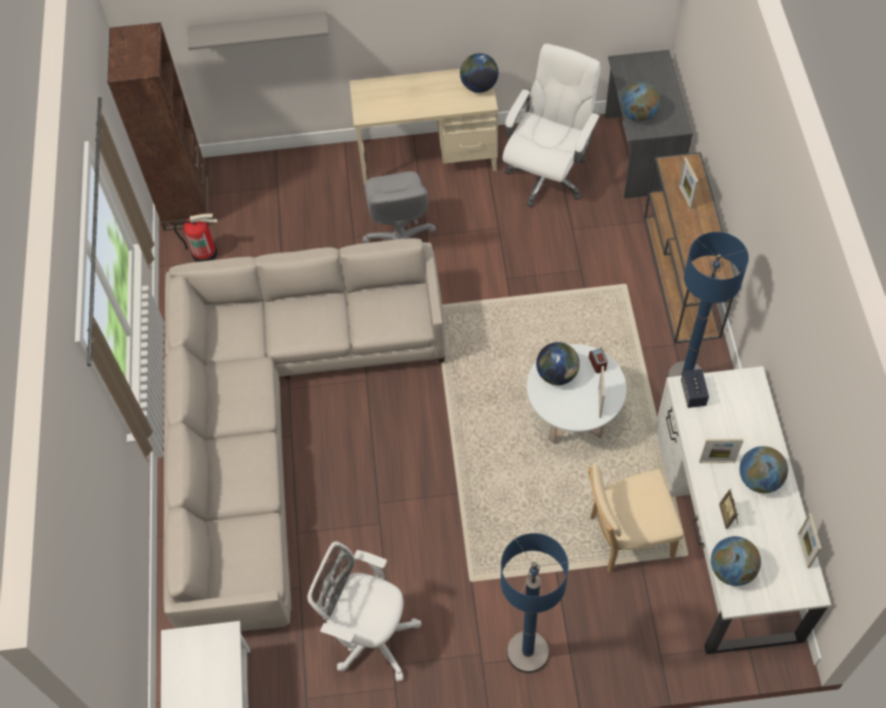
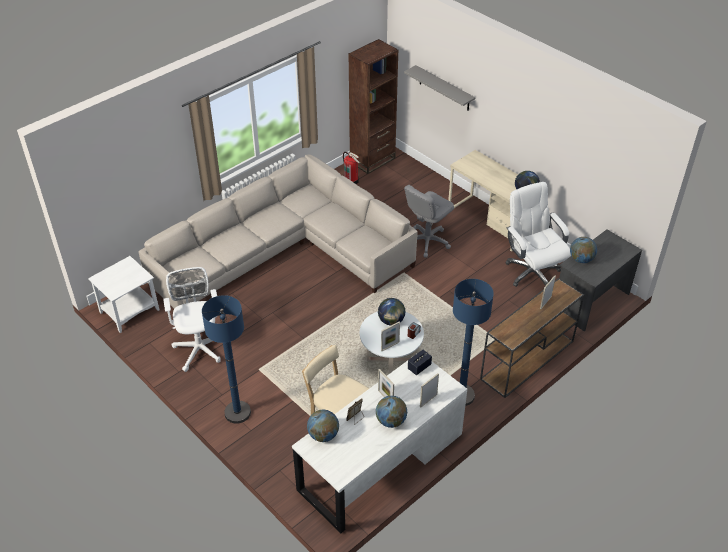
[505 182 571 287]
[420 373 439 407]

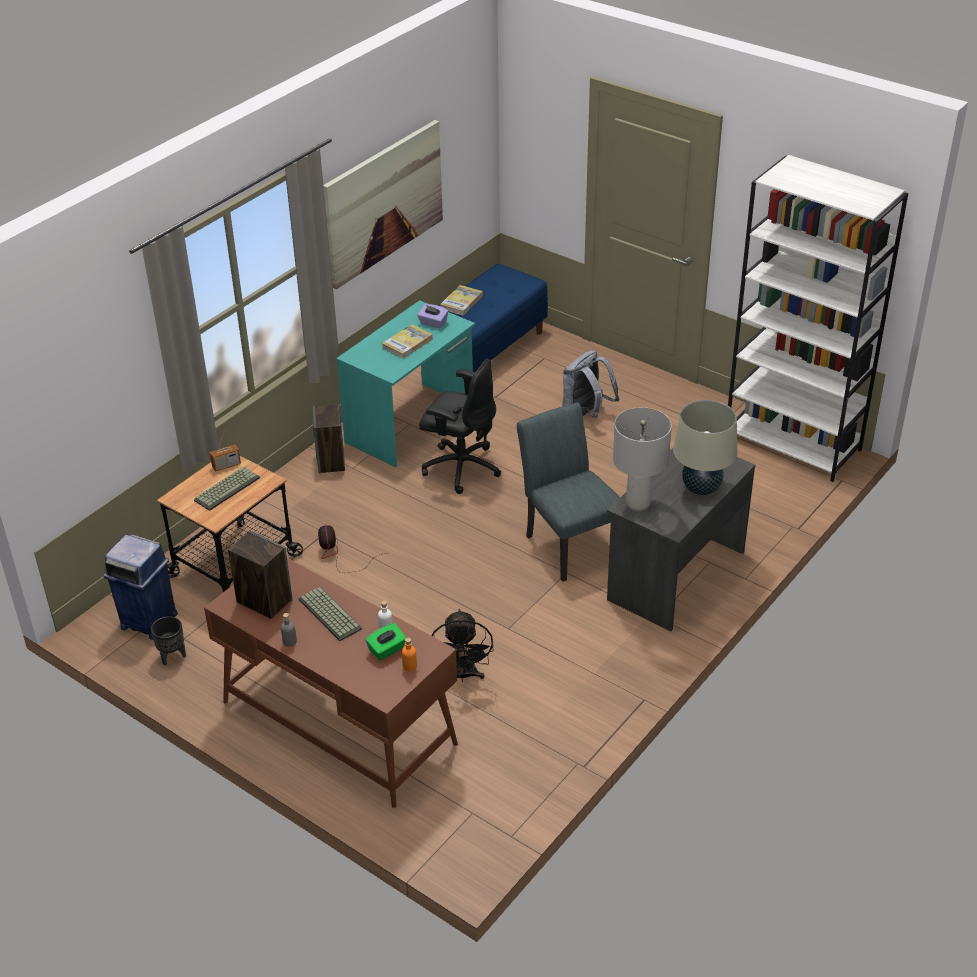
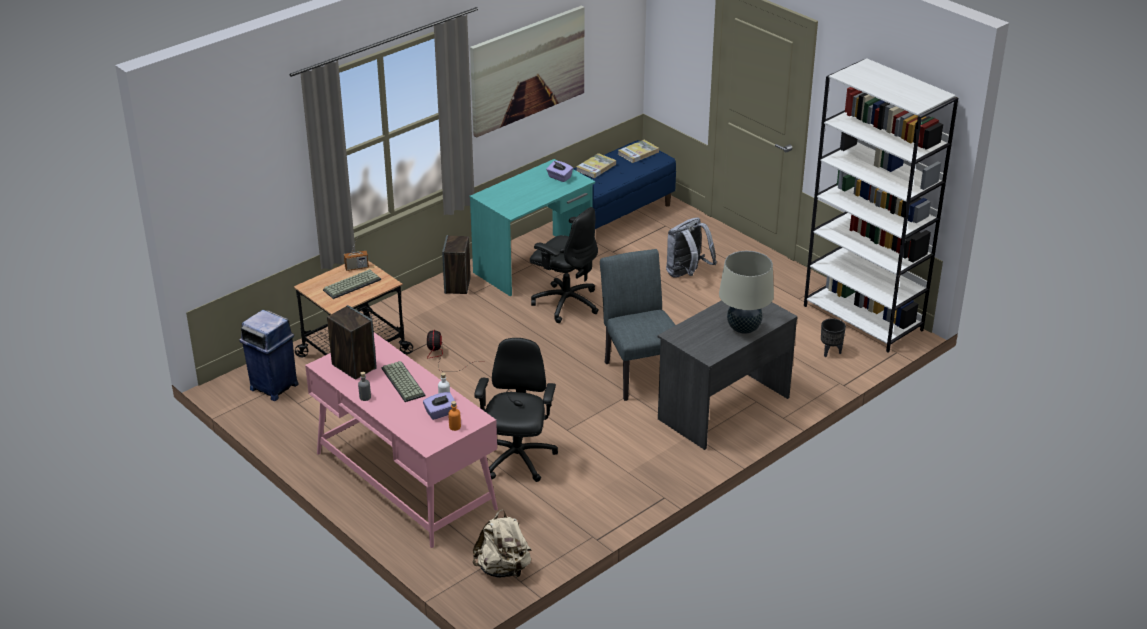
[821 319 846 357]
[305 332 498 548]
[423 392 457 420]
[618 140 659 163]
[474 338 558 482]
[613 407 672 511] (first image)
[473 509 532 578]

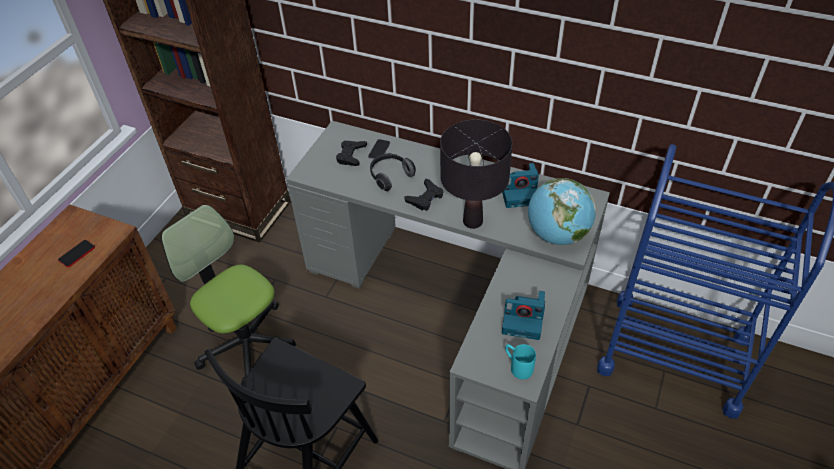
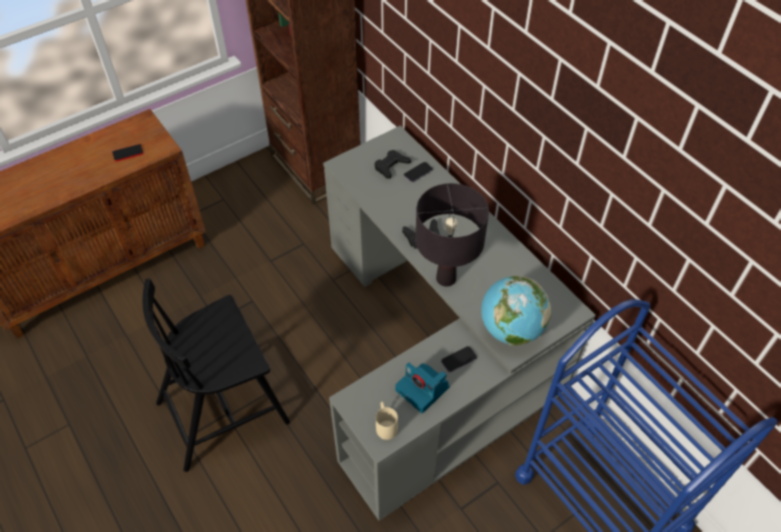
[161 205 296 385] (first image)
[370 153 416 191] (first image)
[502 163 539 208] (first image)
[376 401 398 440]
[441 346 477 372]

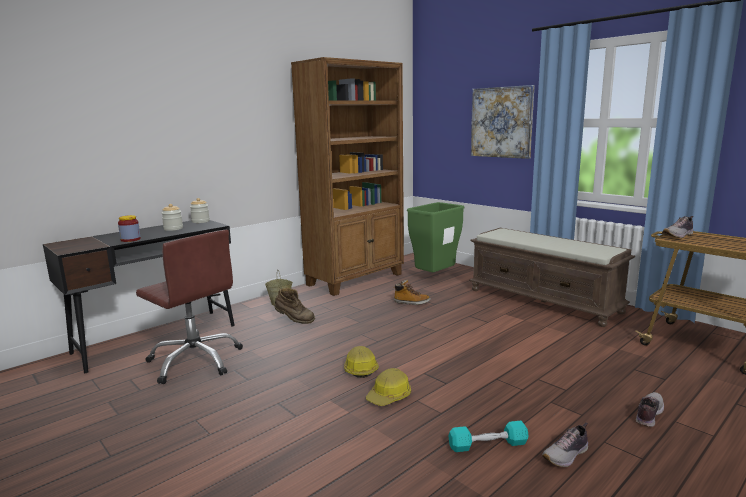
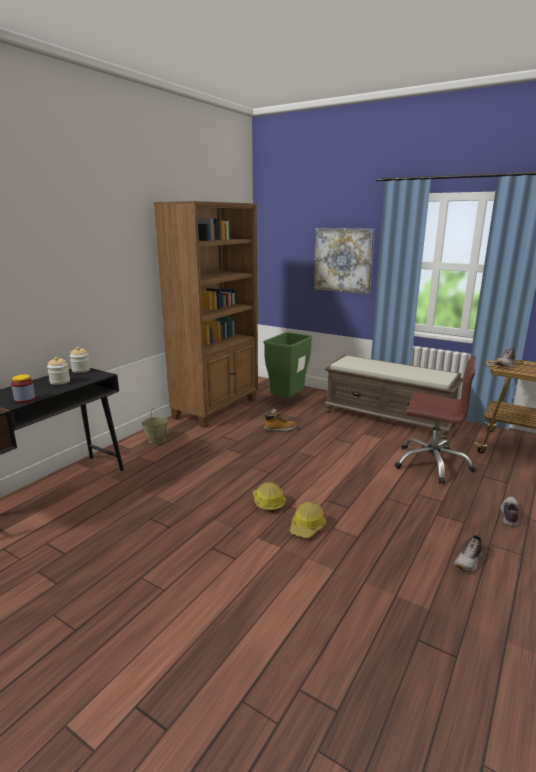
[394 356 476 484]
[275 288 315 324] (first image)
[448 421 529 452] (first image)

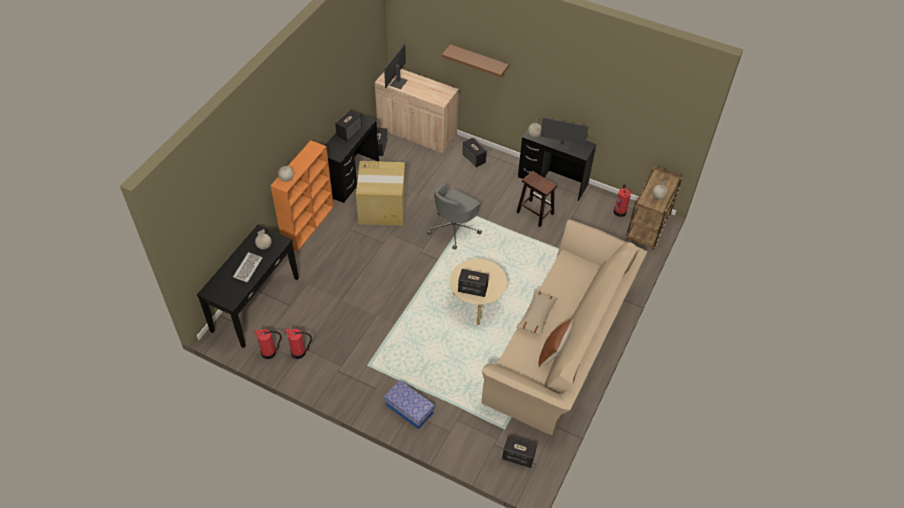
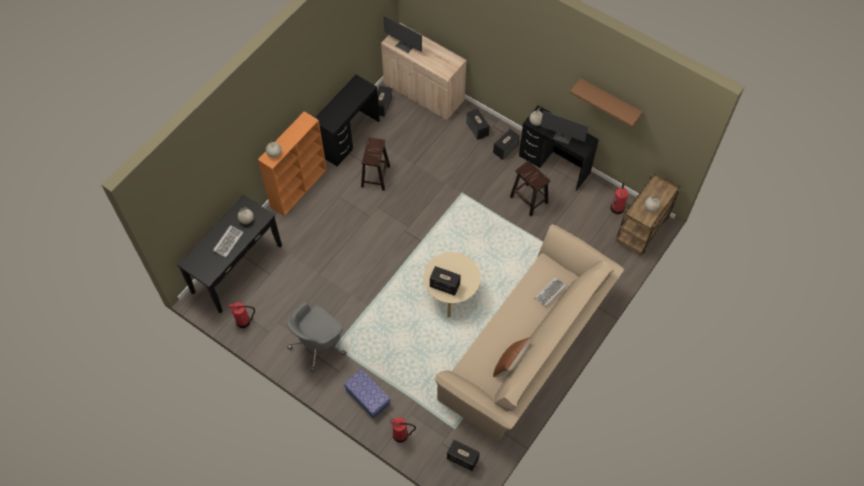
[391 417 416 443]
[493 129 520 160]
[361 137 390 191]
[384 16 422 53]
[286 302 347 373]
[570 78 643 127]
[516 289 558 337] (first image)
[535 277 567 307]

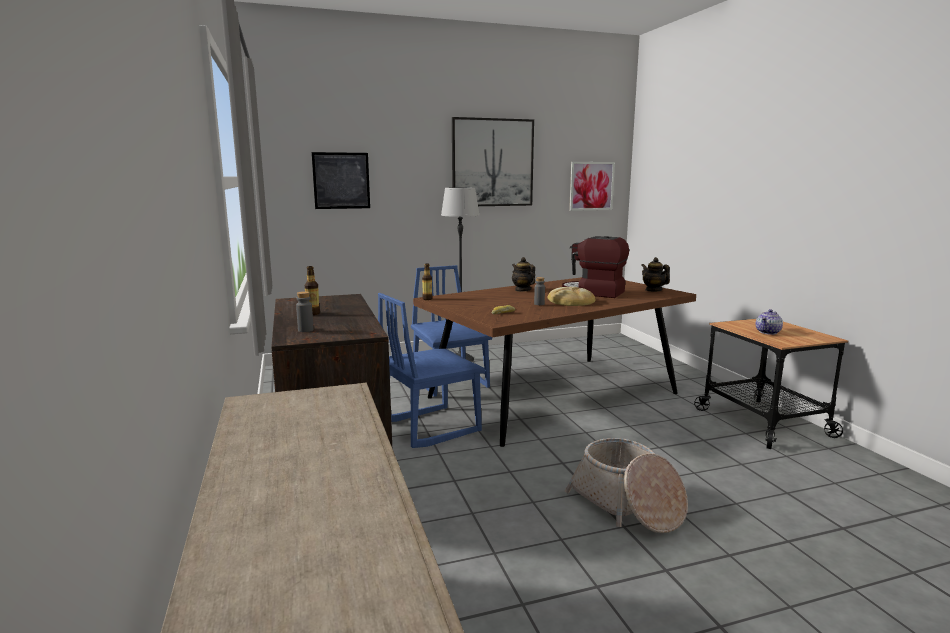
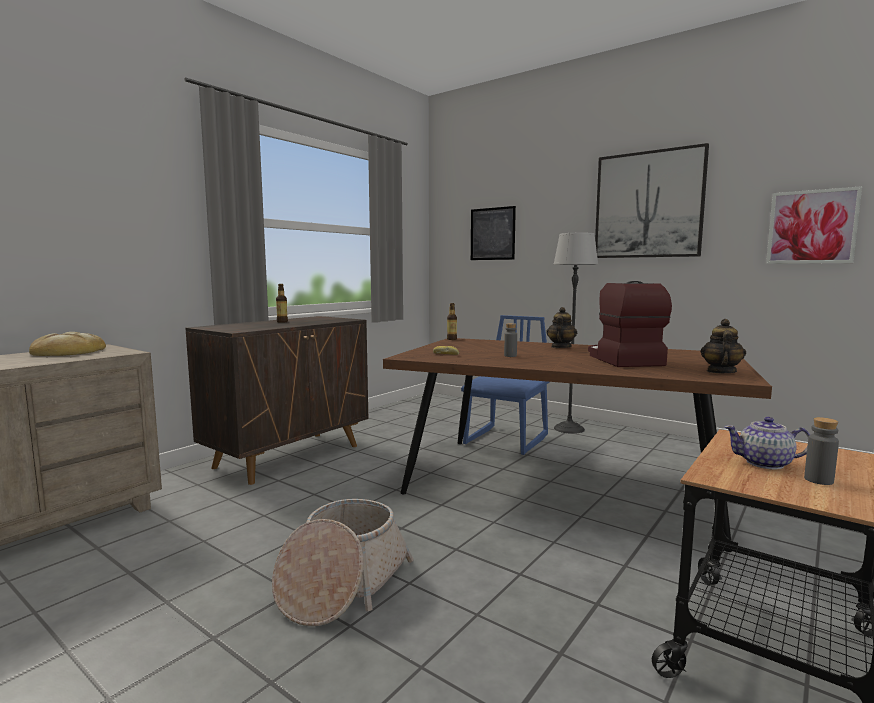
[804 417 839 485]
[378 293 485 448] (first image)
[29 332 106 356]

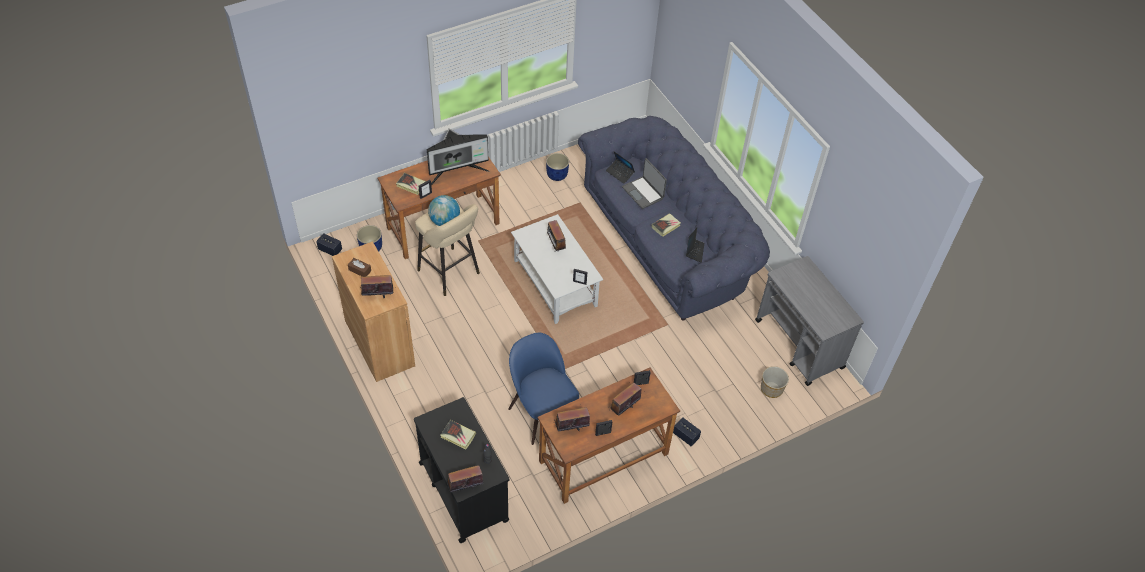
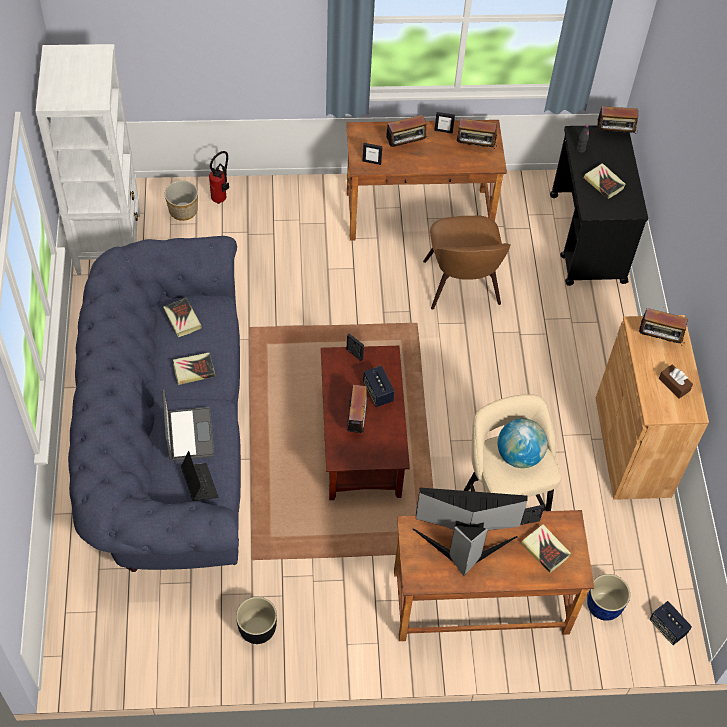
[423 216 511 310]
[321 346 410 500]
[236 597 277 644]
[363 366 395 407]
[164 298 202 337]
[36 44 140 275]
[209 151 229 204]

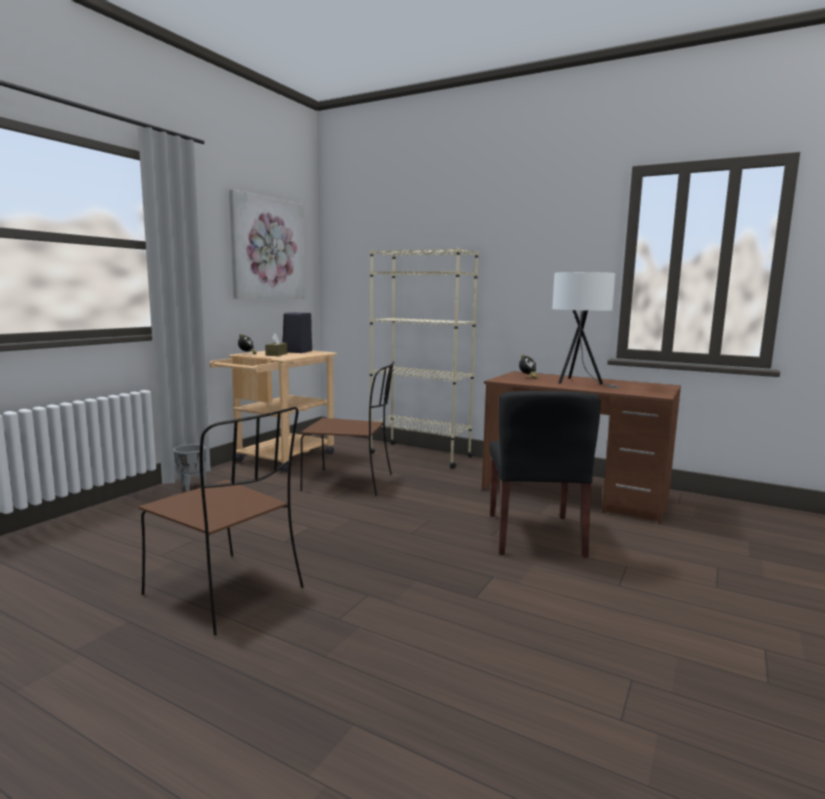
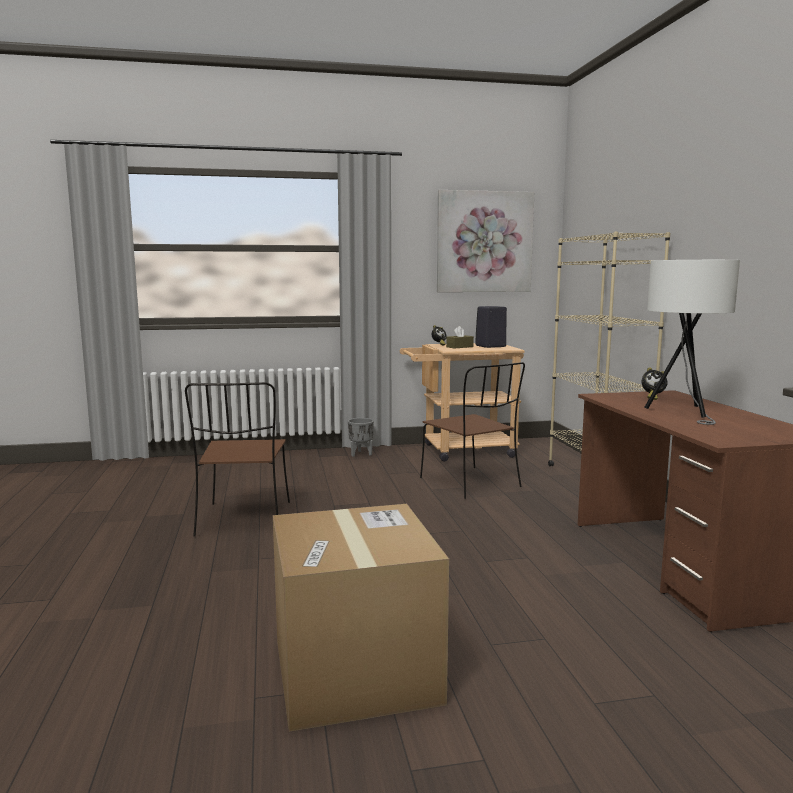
[490 391 601 558] (first image)
[273 504 449 732]

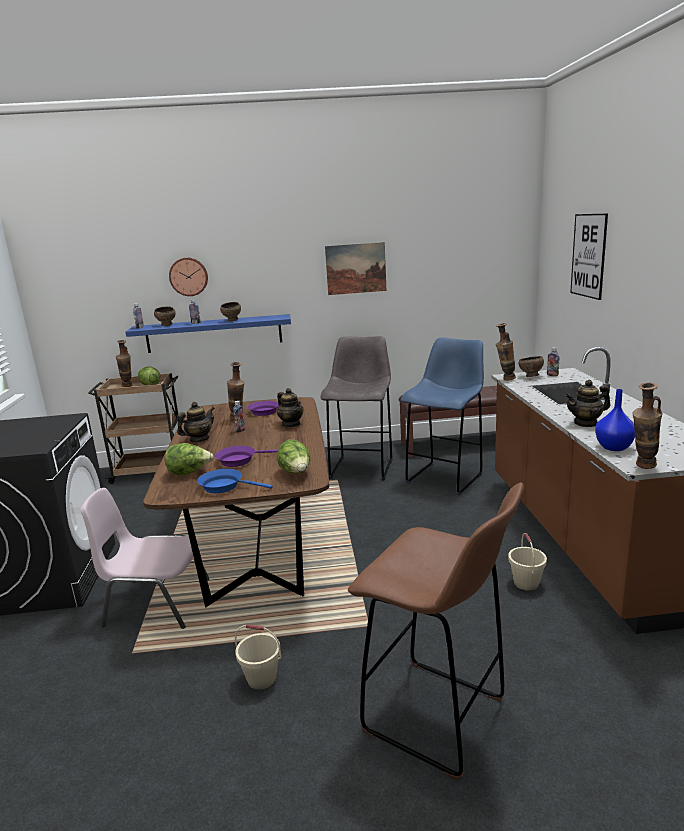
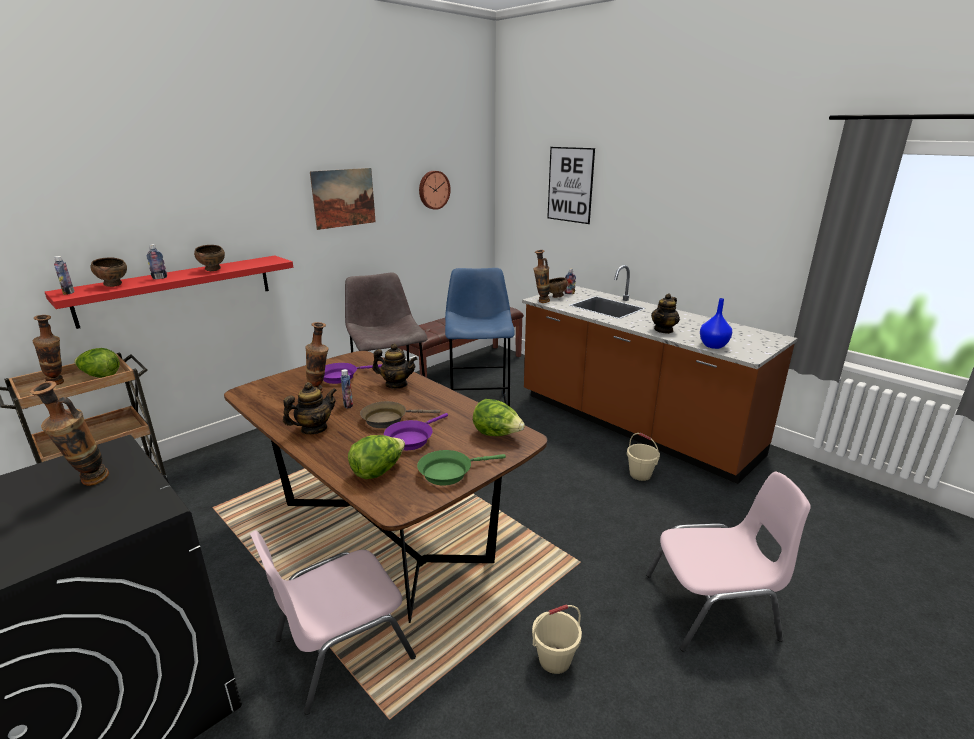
[45 256 293 329]
[419 171 451 210]
[283 382 337 434]
[417 450 506 485]
[646 472 811 652]
[30 381 109 486]
[360 401 440 428]

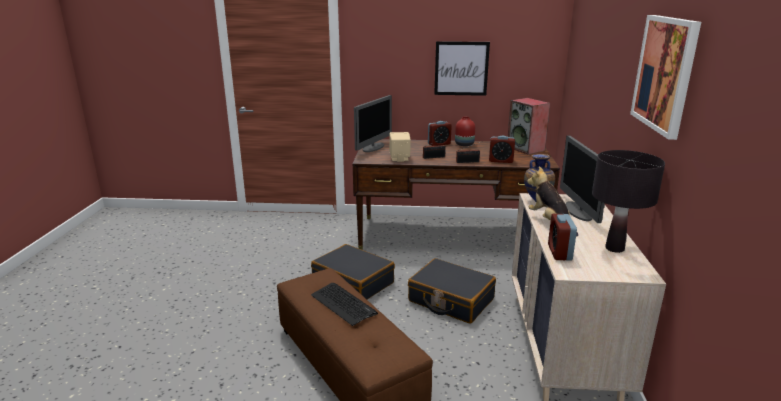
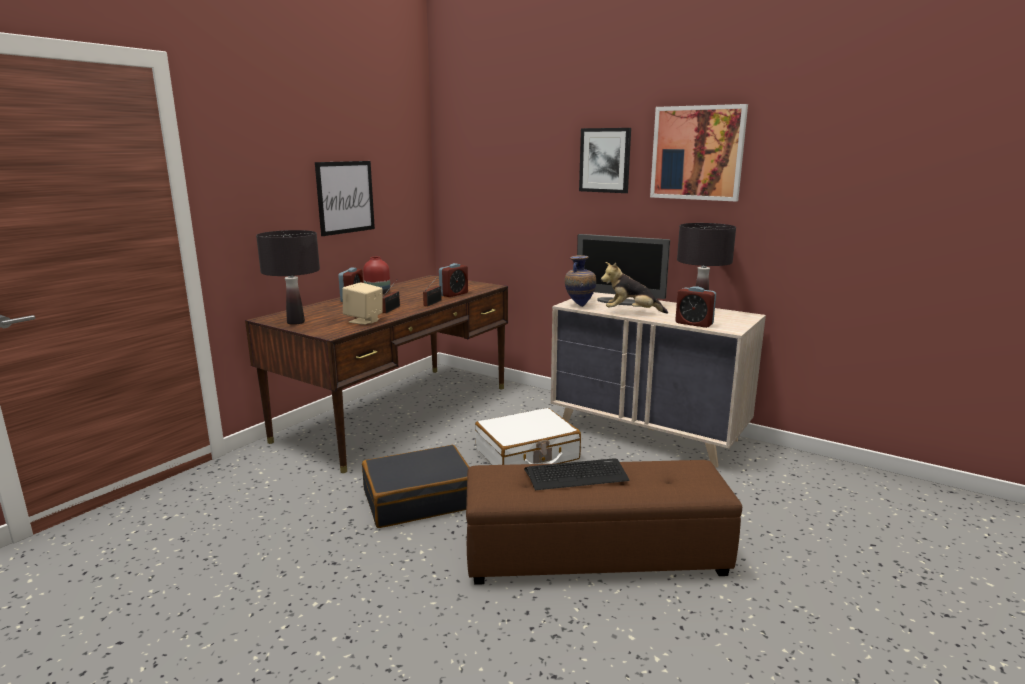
[256 230 320 325]
[475 408 581 465]
[508 98 550 155] (first image)
[579 128 631 193]

